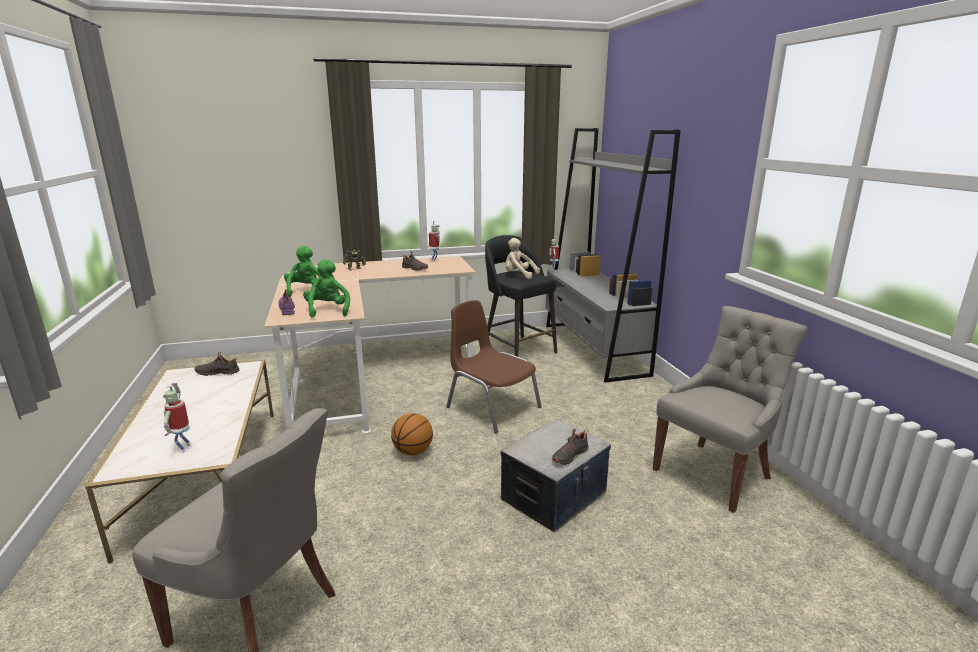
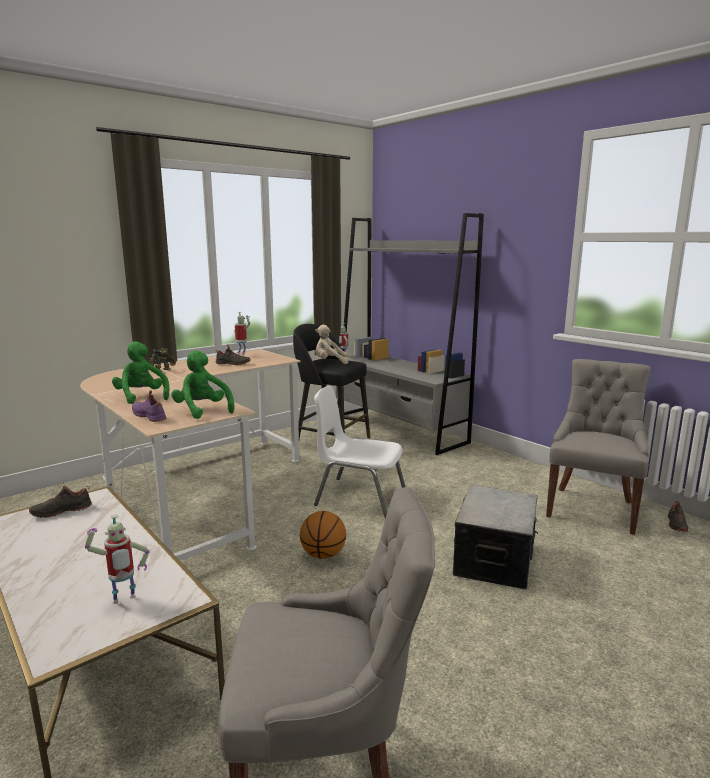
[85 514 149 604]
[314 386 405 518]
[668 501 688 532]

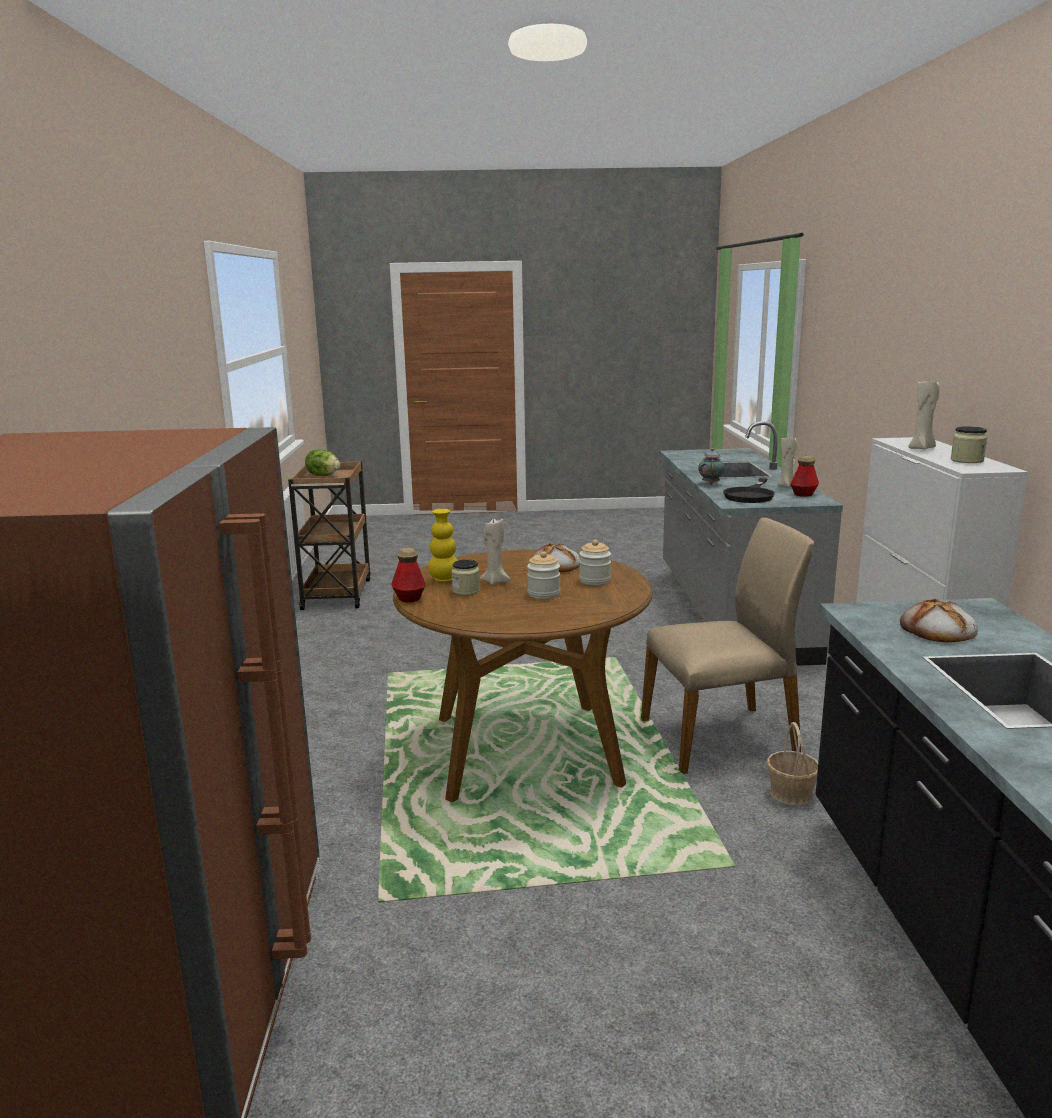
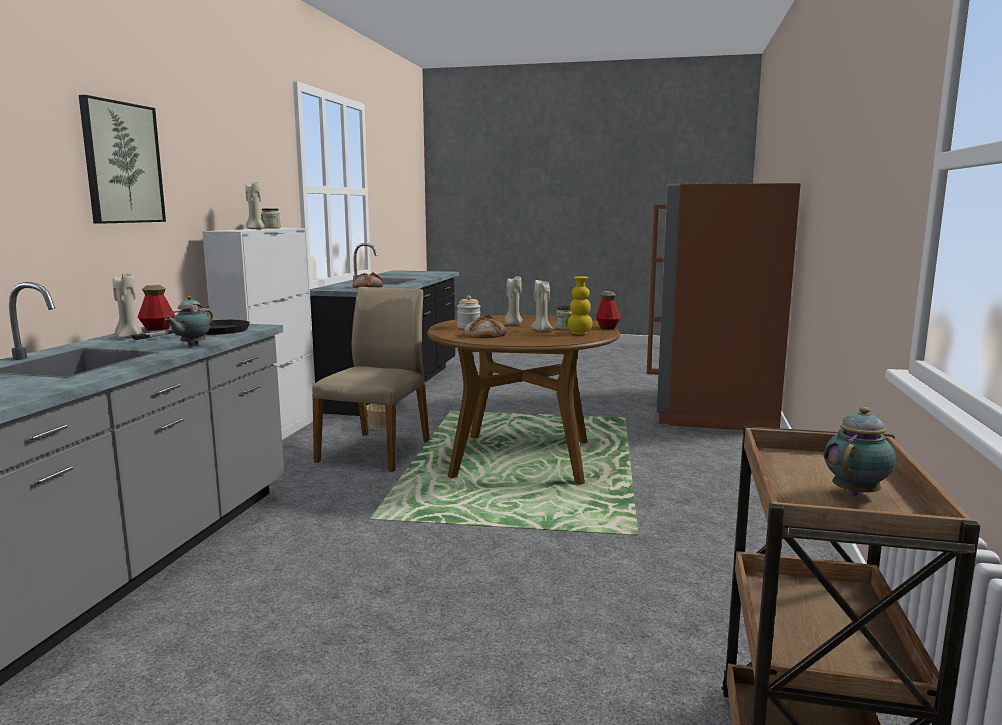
[824 407 896 496]
[504 276 523 325]
[312 287 430 472]
[79 95 166 224]

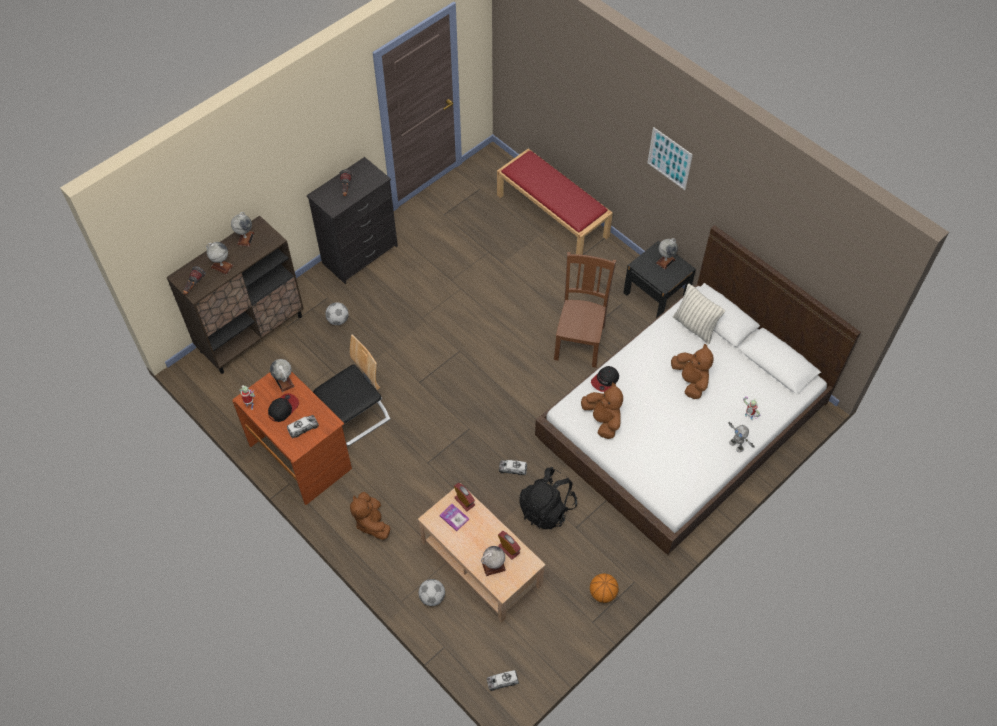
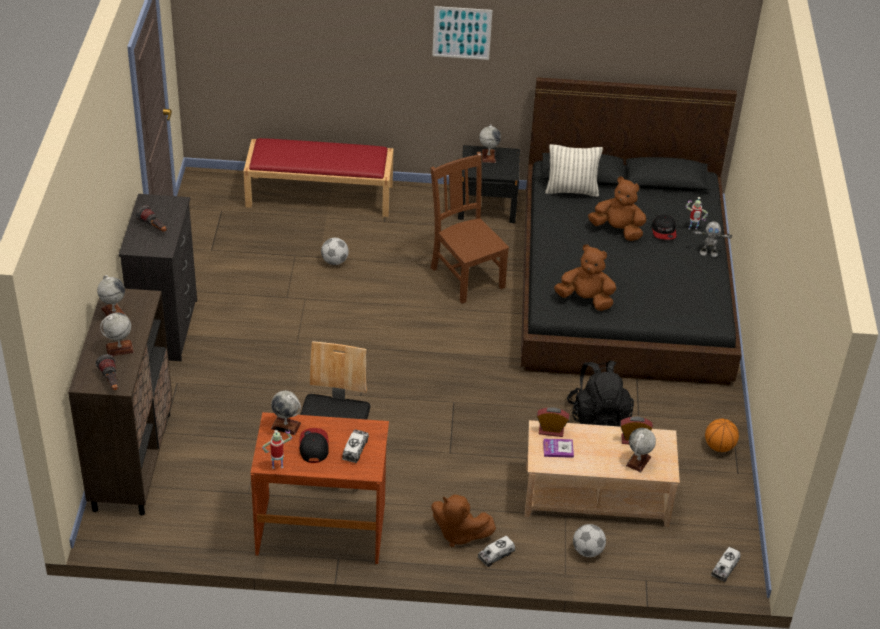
[321 238 349 265]
[478 536 515 567]
[521 77 741 385]
[652 215 676 239]

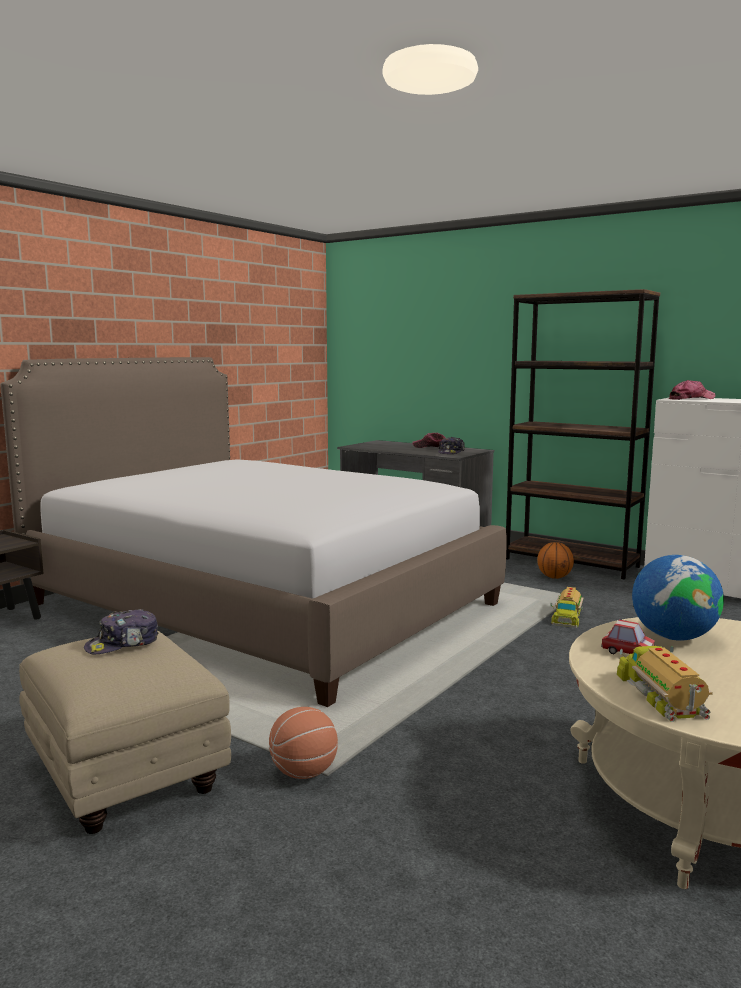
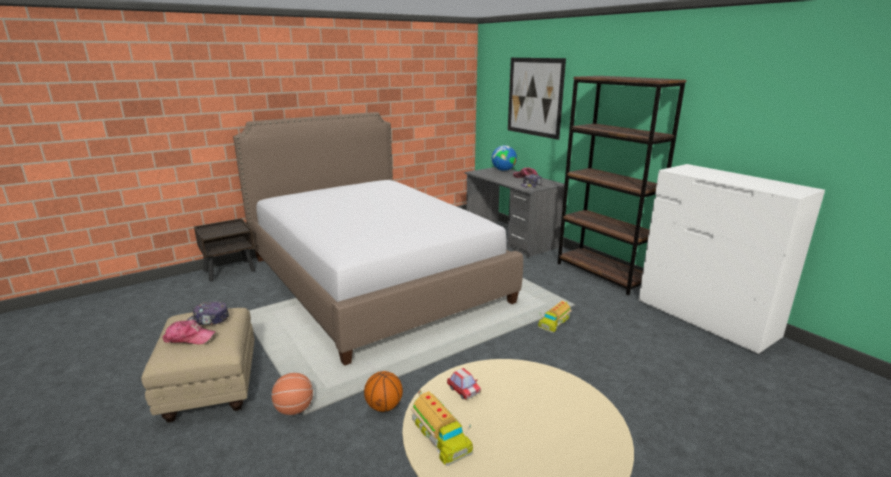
[364 371 403 412]
[411 390 473 466]
[492 145 517 171]
[163 320 216 345]
[508 58 566 140]

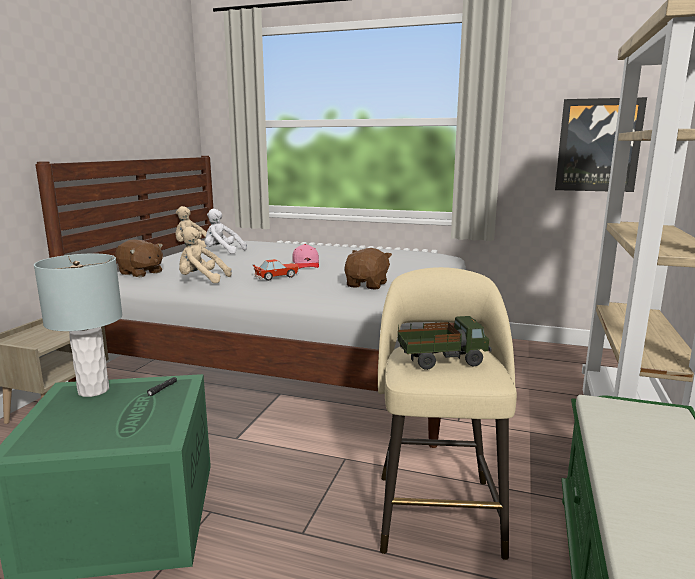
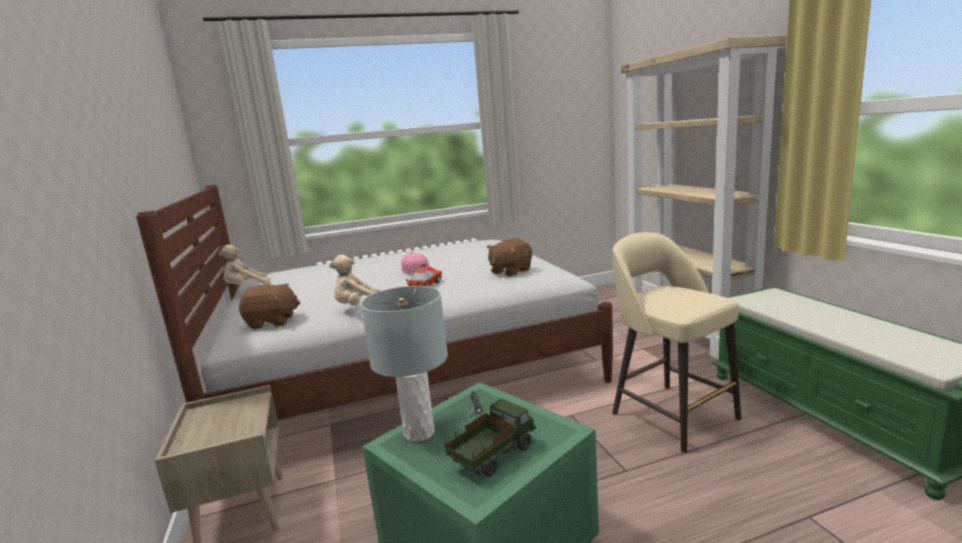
[205 209 247 254] (first image)
[487 238 532 277]
[444 399 536 477]
[555 97 647 192] (first image)

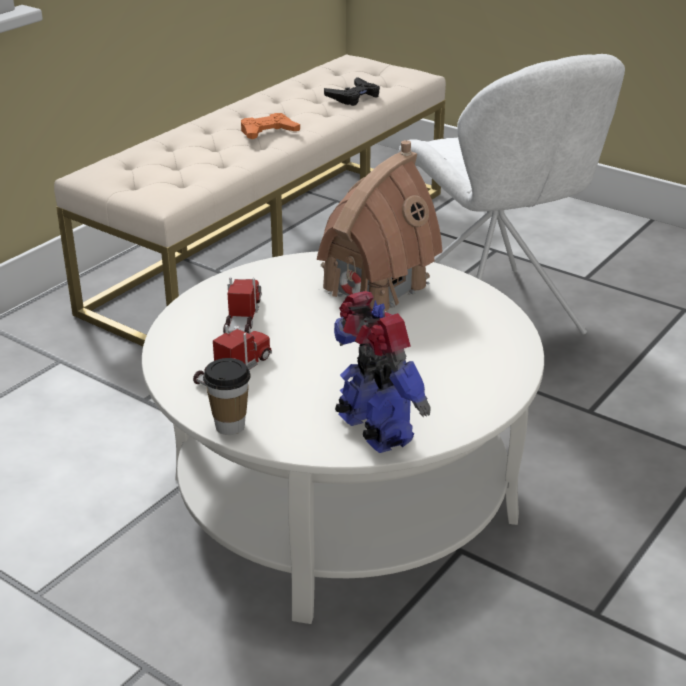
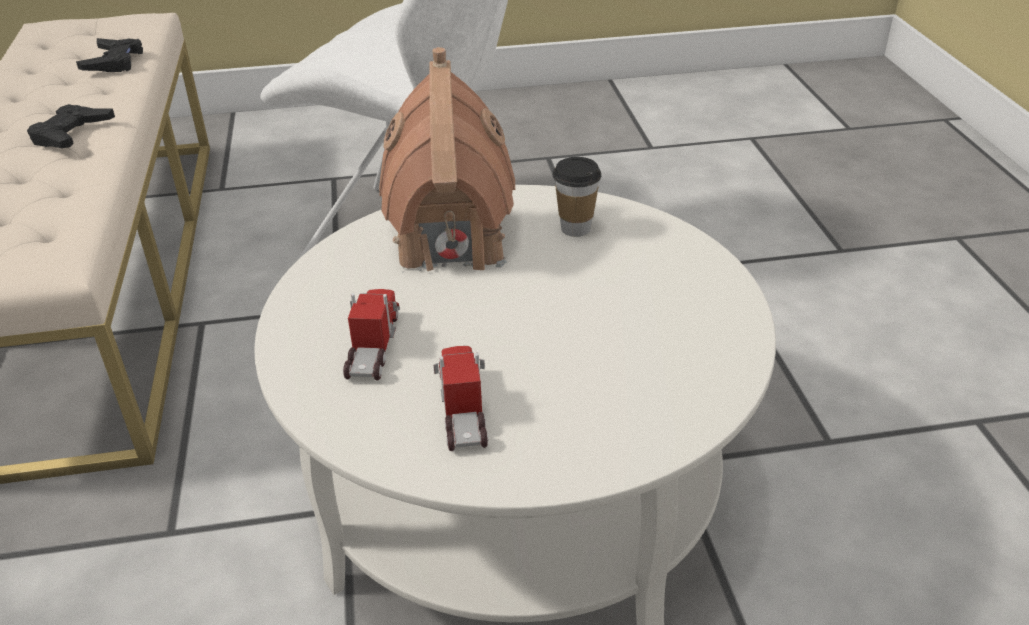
[553 157 601 237]
[343 289 400 381]
[27 104 115 148]
[334 291 431 453] (first image)

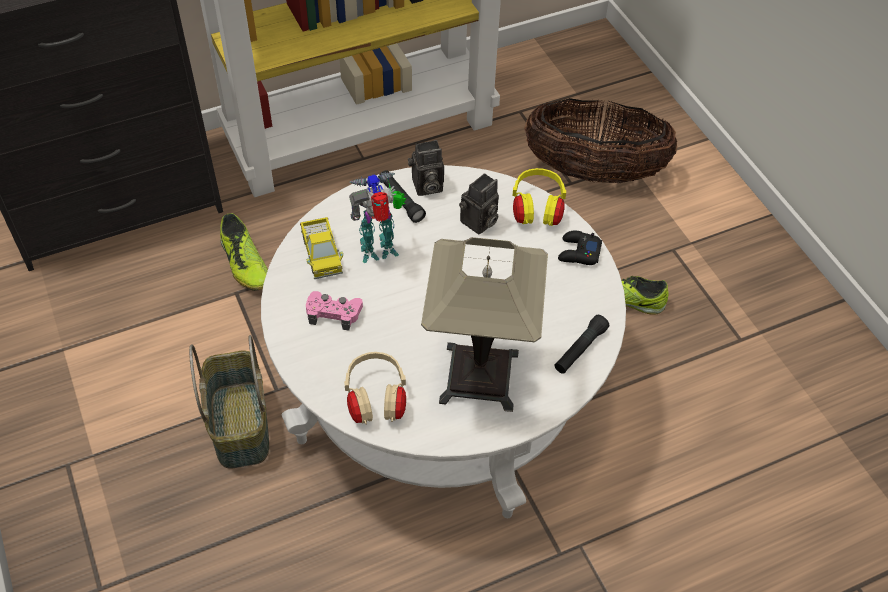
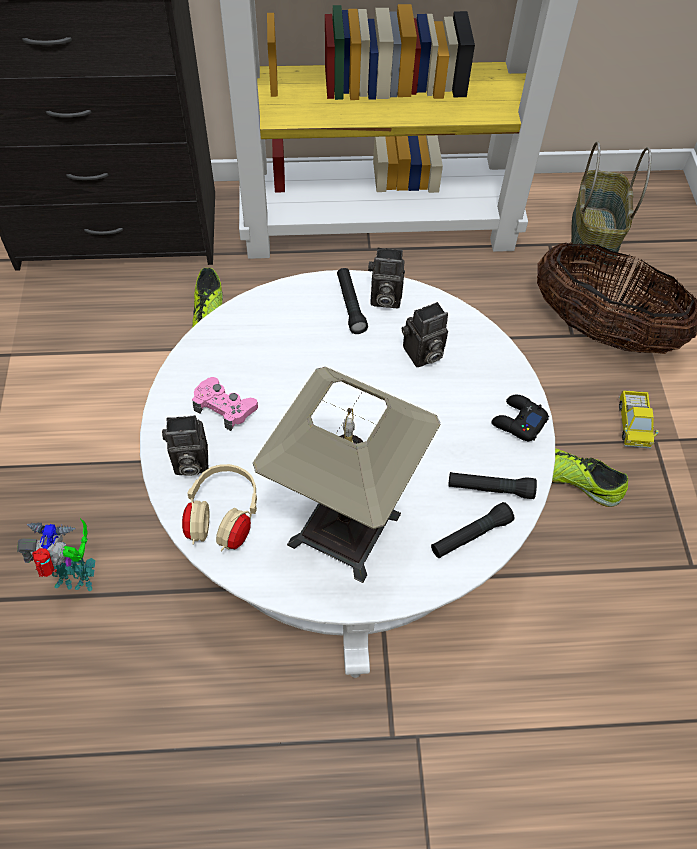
[571 141 651 266]
[619 390 659 448]
[17 519 95 591]
[513 168 566 226] (first image)
[162 415 209 476]
[449 472 537 499]

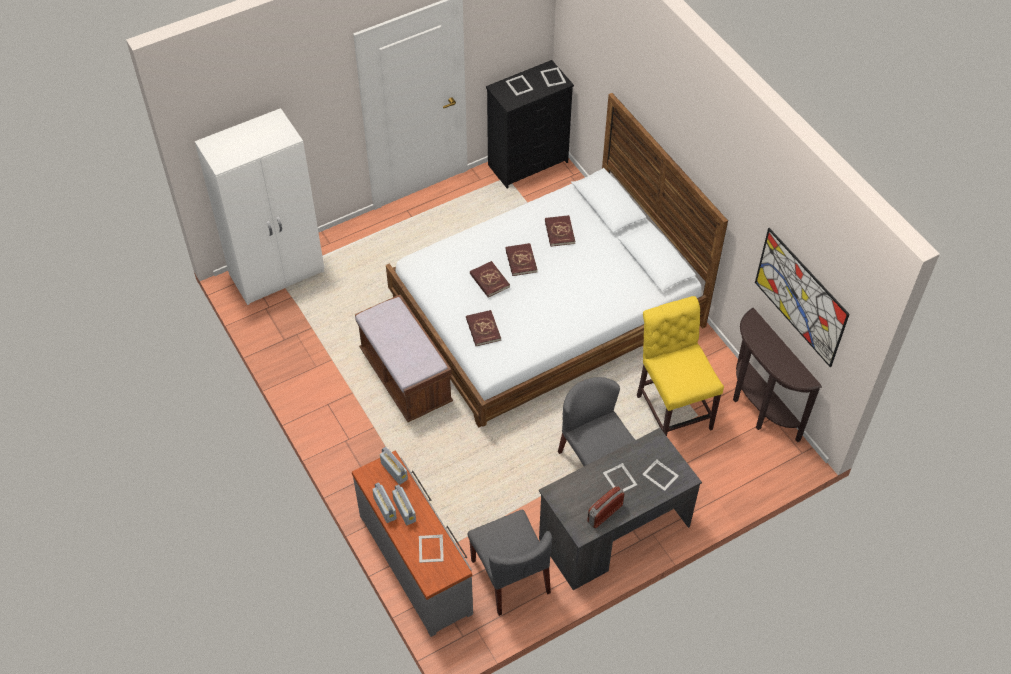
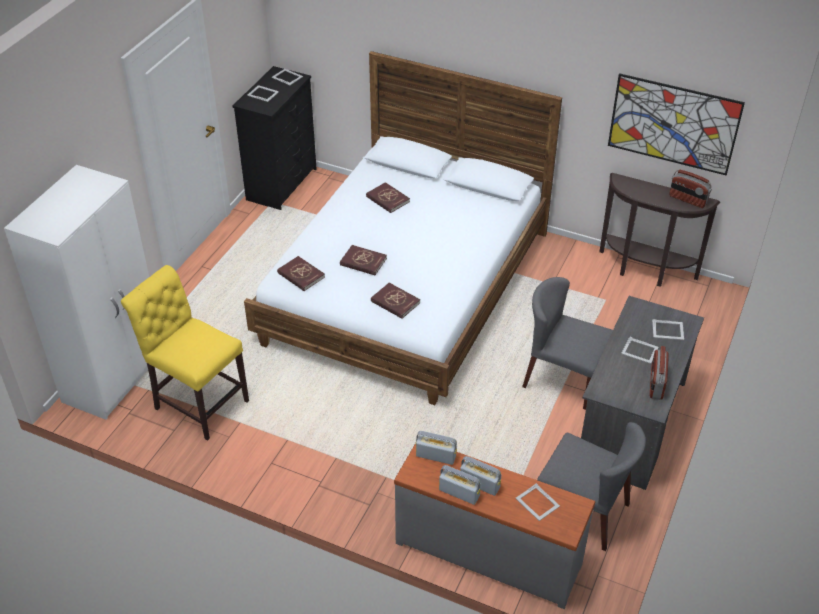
[355 295 453 422] (first image)
[277 256 325 291]
[121 265 249 441]
[669 170 712 208]

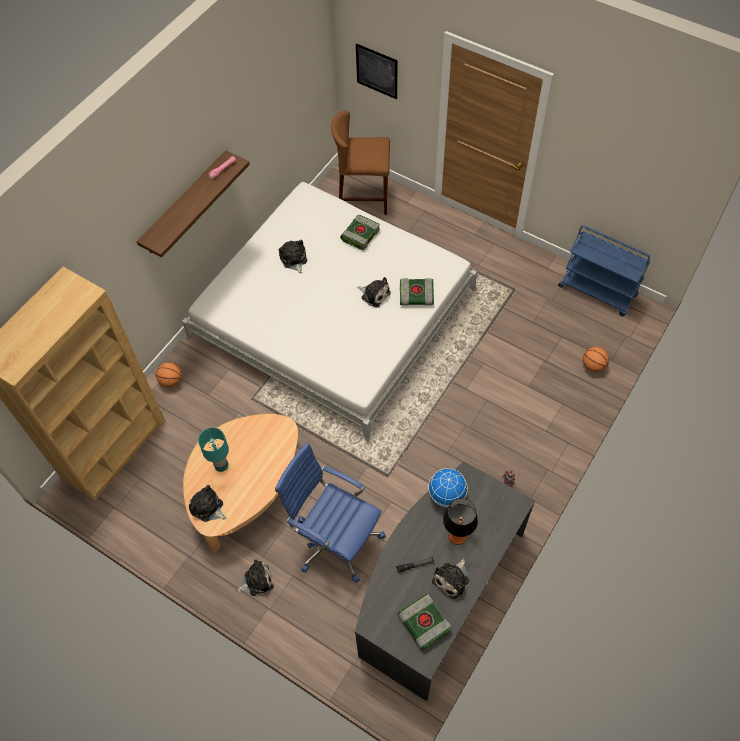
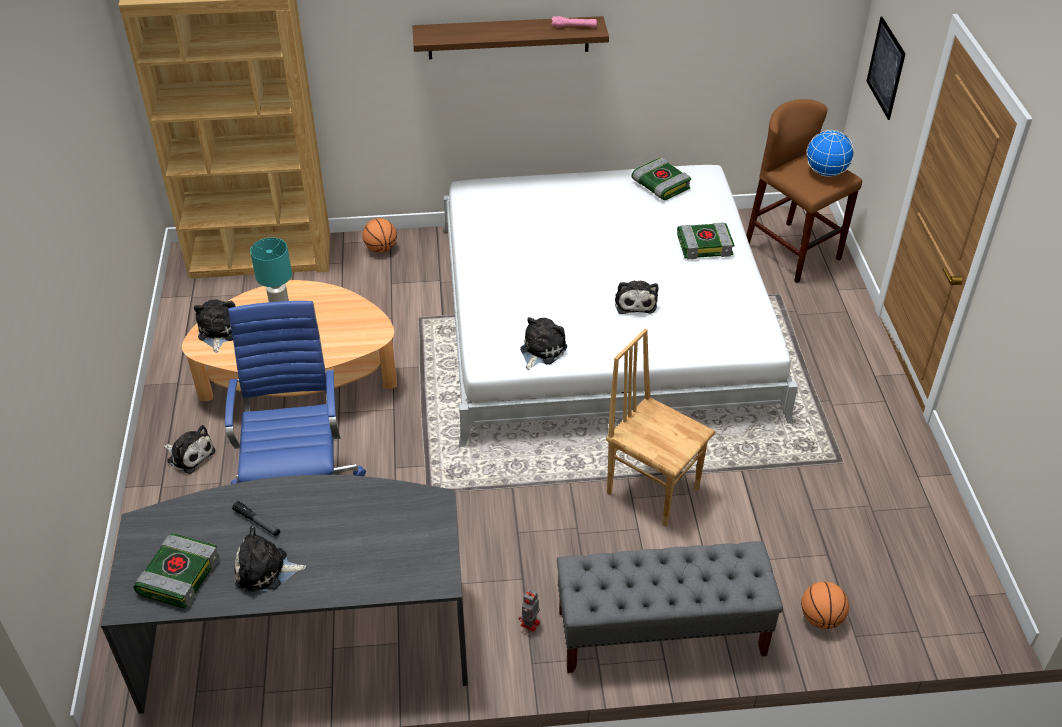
[520 317 567 370]
[632 158 691 200]
[807 130 854 177]
[443 498 478 545] (first image)
[558 225 650 316] (first image)
[557 541 783 673]
[606 328 715 527]

